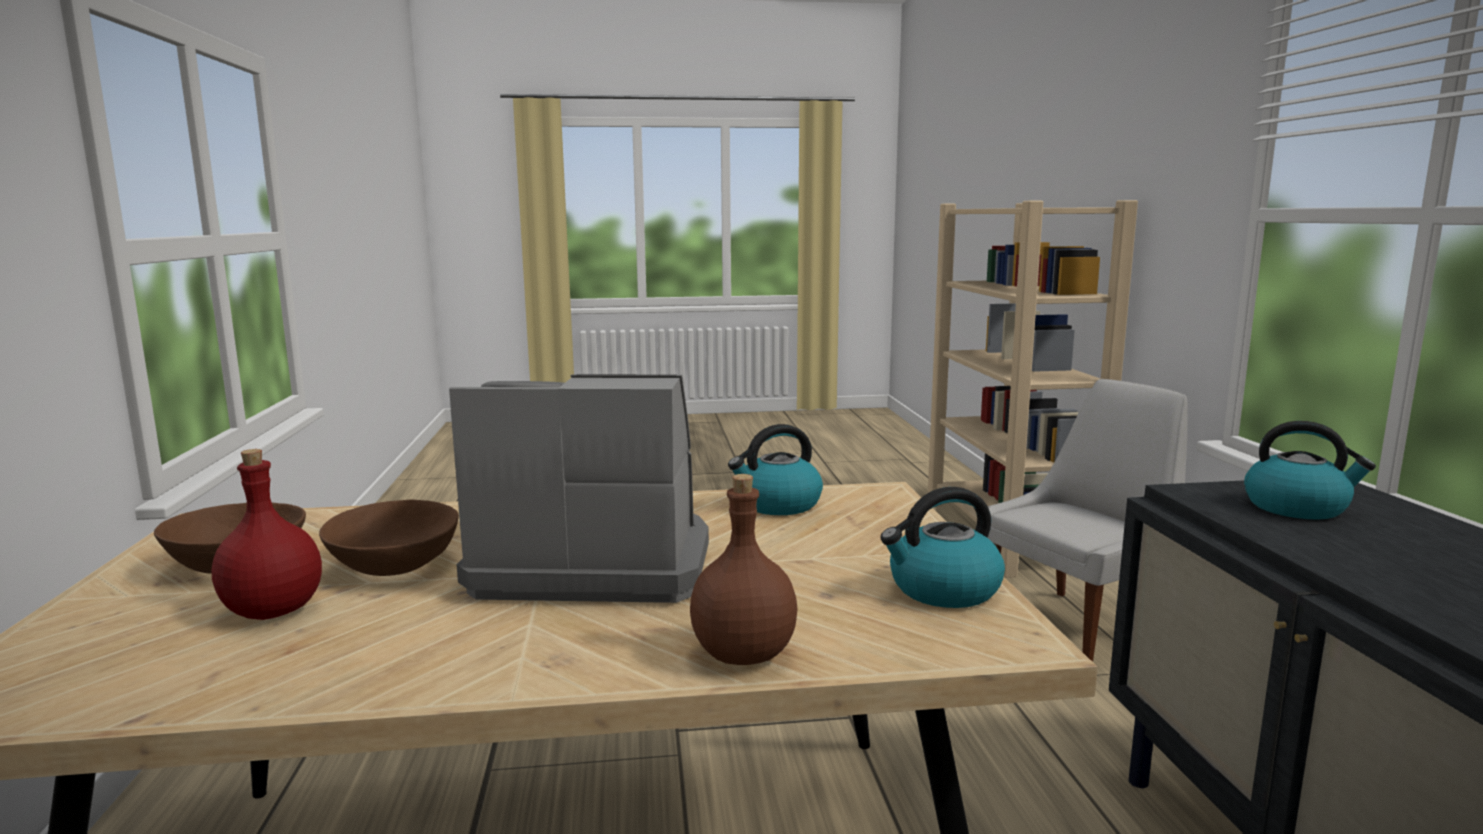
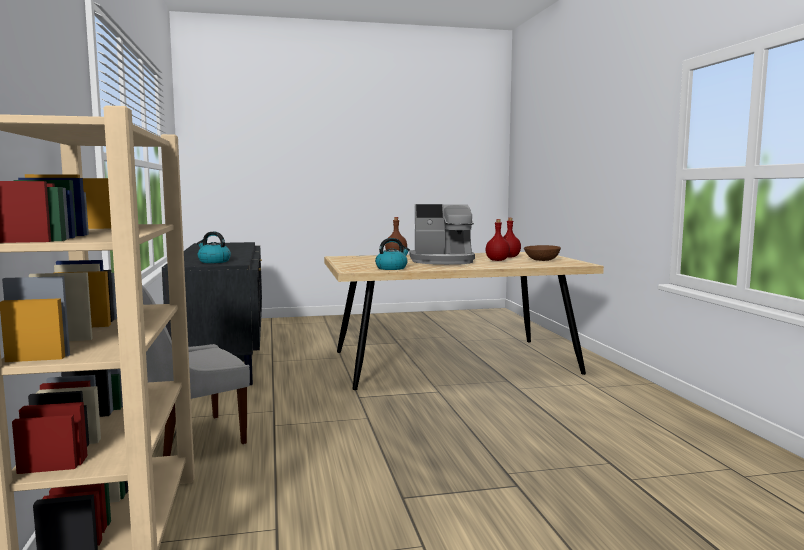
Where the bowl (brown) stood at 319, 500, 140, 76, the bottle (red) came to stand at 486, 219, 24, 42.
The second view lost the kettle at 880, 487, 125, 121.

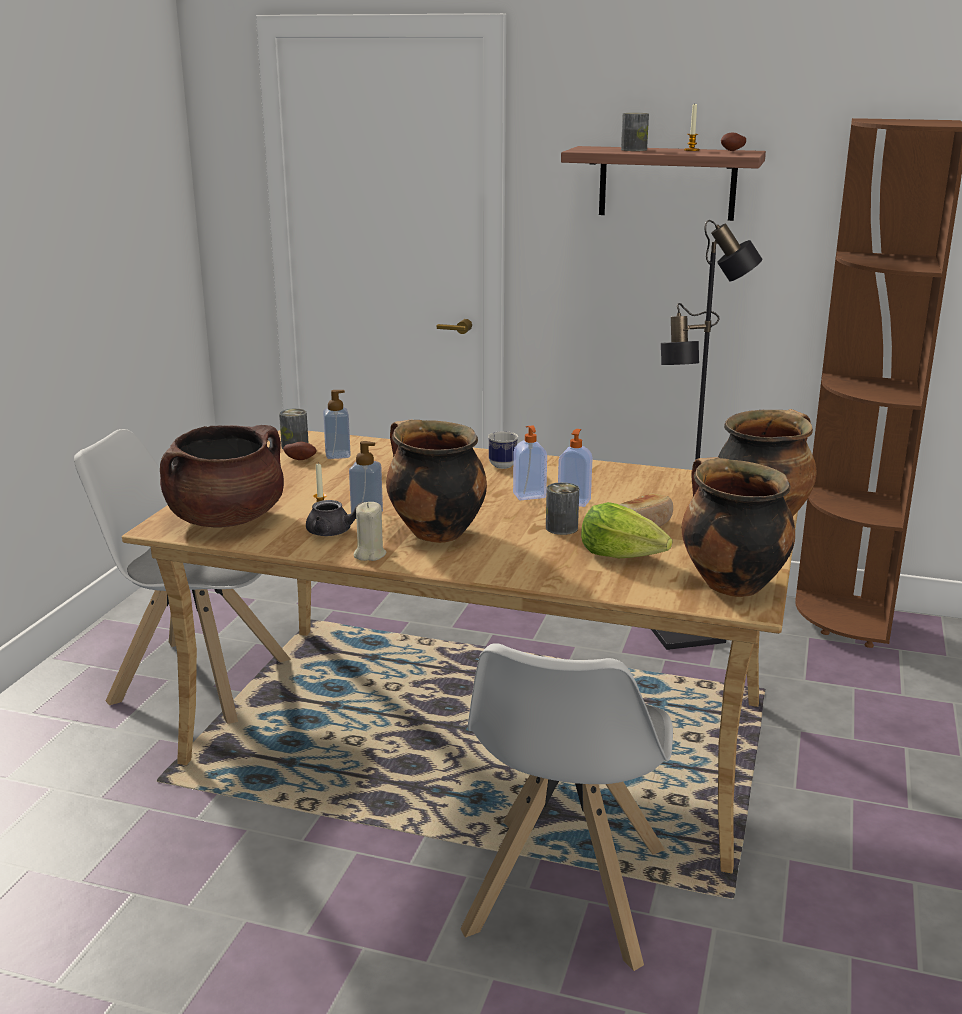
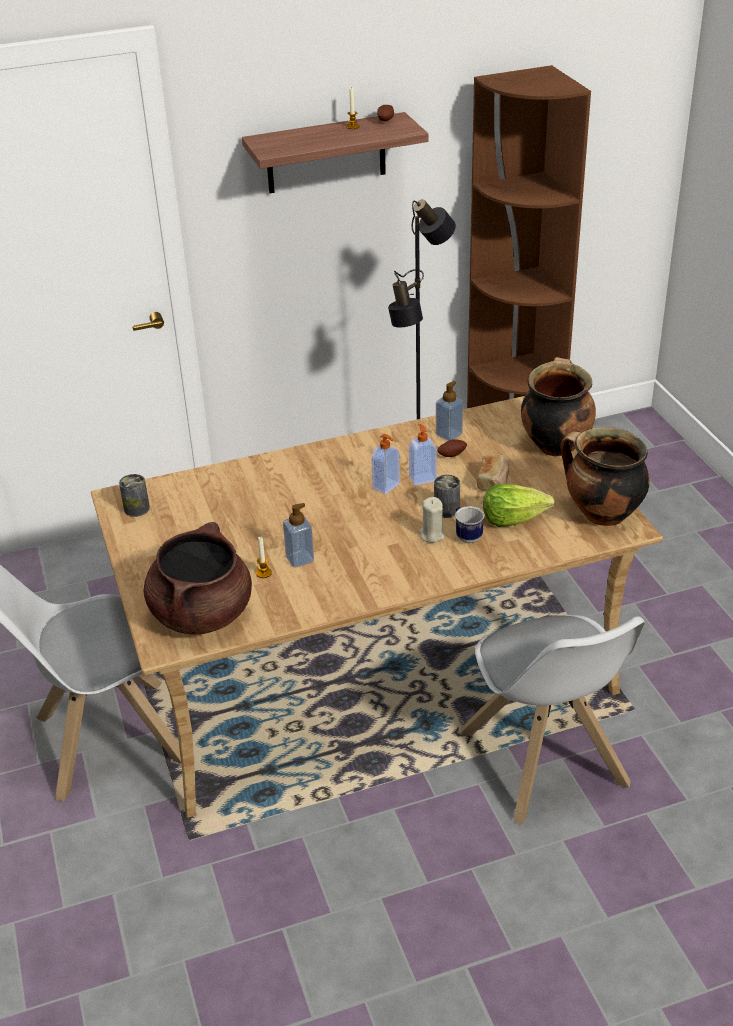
The candle (beige) ended up elsewhere, having gone from 354, 502, 32, 59 to 419, 497, 26, 46.
The soap dispenser ended up elsewhere, having gone from 323, 390, 28, 69 to 436, 381, 27, 60.
The potato ended up elsewhere, having gone from 283, 441, 34, 19 to 437, 440, 30, 17.
The mug ended up elsewhere, having gone from 488, 431, 30, 38 to 455, 506, 29, 37.
The second view lost the teapot (grey) at 306, 500, 58, 36.
The second view lost the cooking pot at 386, 420, 101, 123.
The second view lost the can at 621, 113, 28, 38.

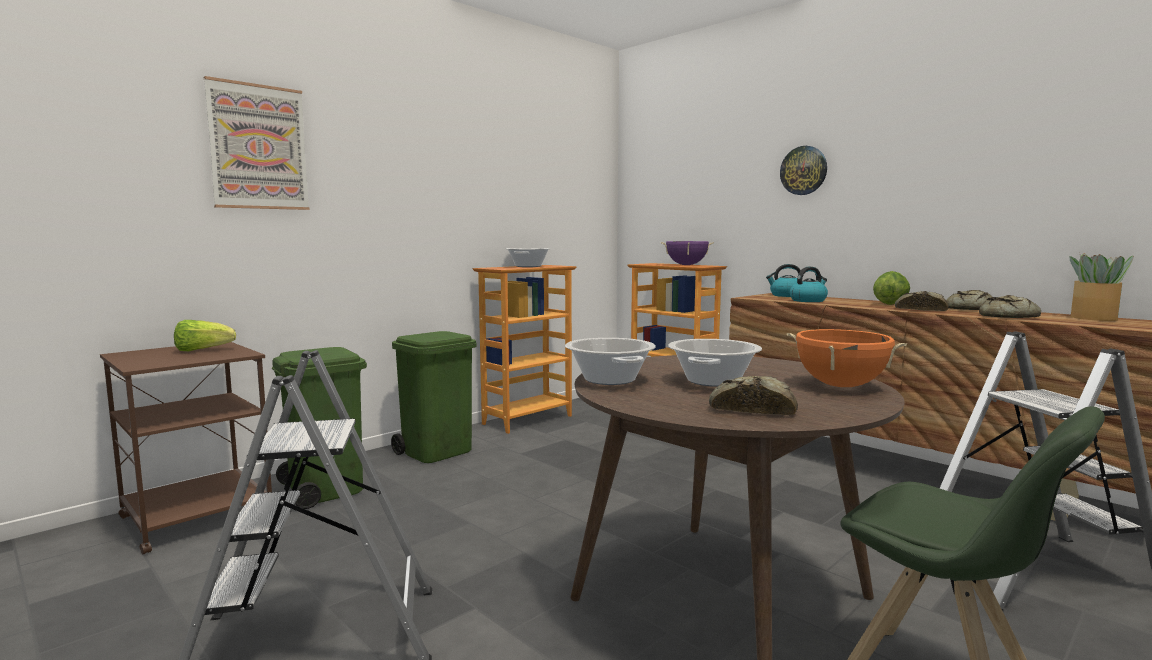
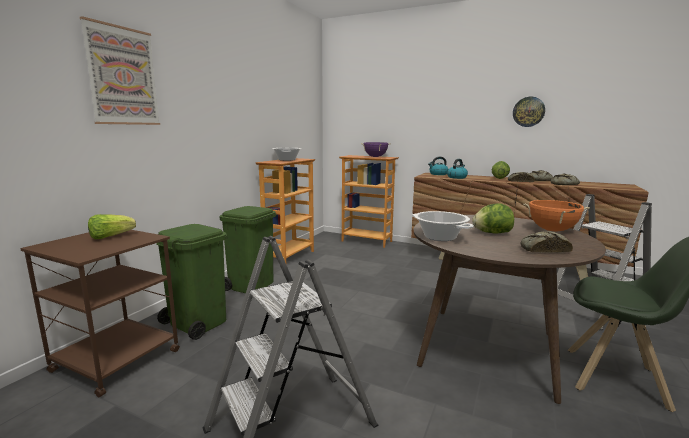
Where the cooking pot stood at 668, 339, 94, 48, the lettuce came to stand at 472, 203, 42, 30.
The wall clock ended up elsewhere, having gone from 780, 146, 47, 49 to 513, 97, 32, 30.
The second view lost the potted plant at 1069, 253, 65, 68.

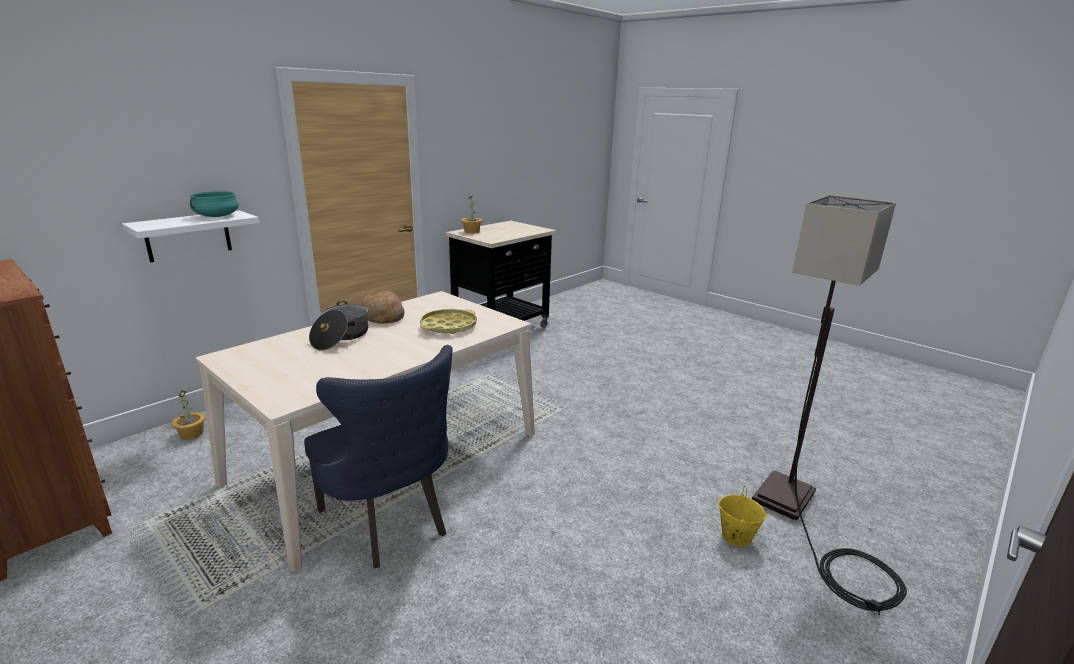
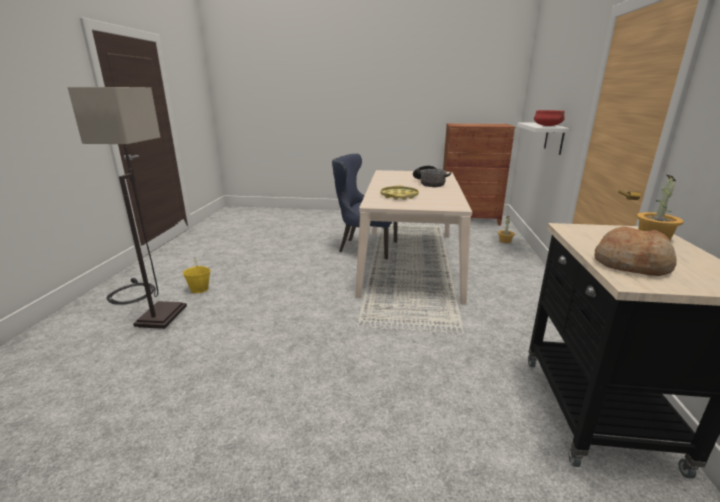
What was the cooking pot (turquoise) at 190, 191, 49, 26 turned into the cooking pot (red) at 534, 110, 31, 16.
The bread ended up elsewhere, having gone from 361, 291, 44, 33 to 594, 226, 83, 50.

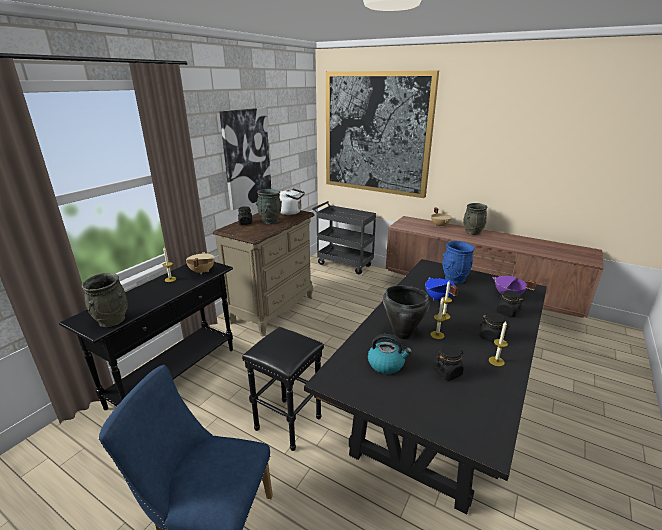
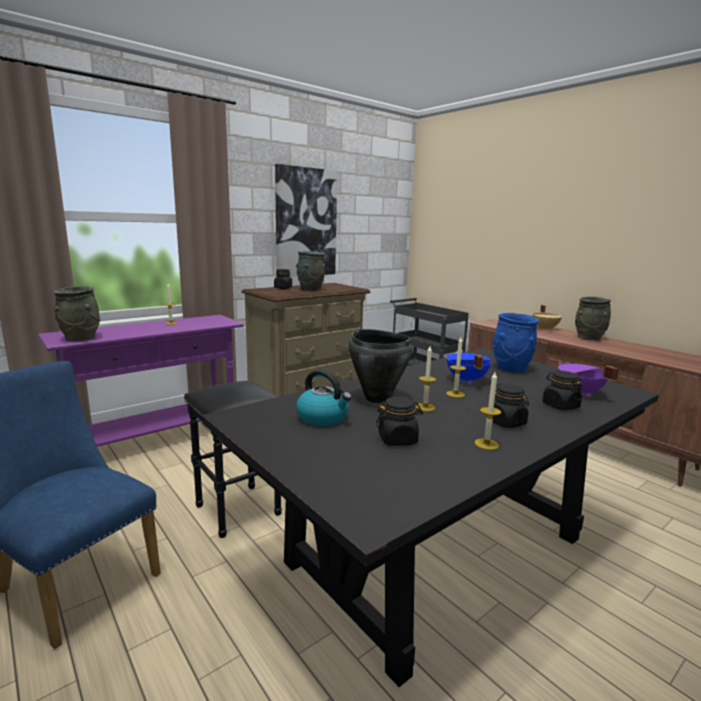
What was the console table (black) at 59, 262, 174, 148 turned into the console table (purple) at 38, 315, 206, 132.
The second view lost the cooking pot (beige) at 186, 252, 29, 22.
The second view lost the kettle (white) at 279, 188, 26, 27.
The second view lost the picture at 326, 71, 113, 127.

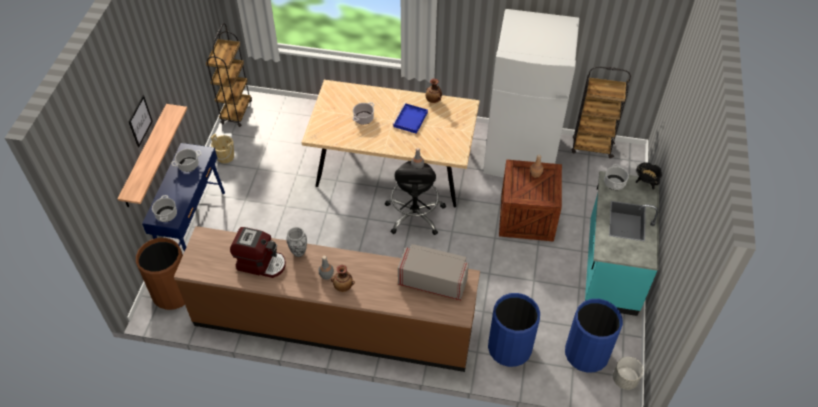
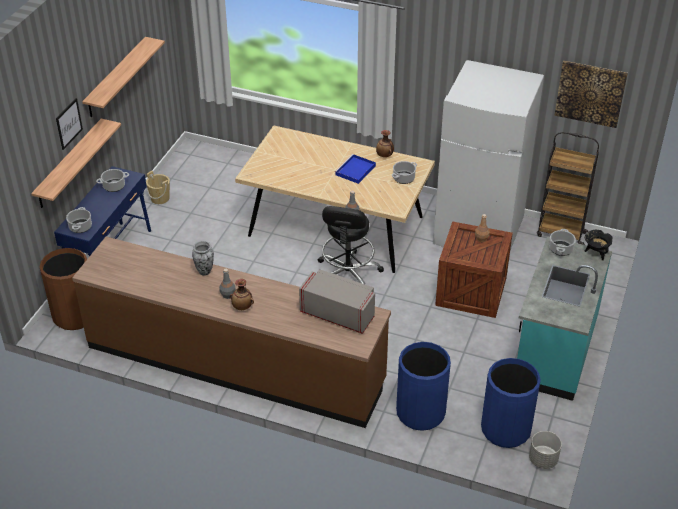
The second view gained the shelf at 82, 37, 83, 80.
The cooking pot ended up elsewhere, having gone from 353, 102, 21, 23 to 392, 161, 25, 23.
The second view gained the picture at 554, 61, 74, 67.
The second view lost the cart (brown) at 206, 23, 46, 104.
The second view lost the coffee machine at 230, 227, 56, 51.

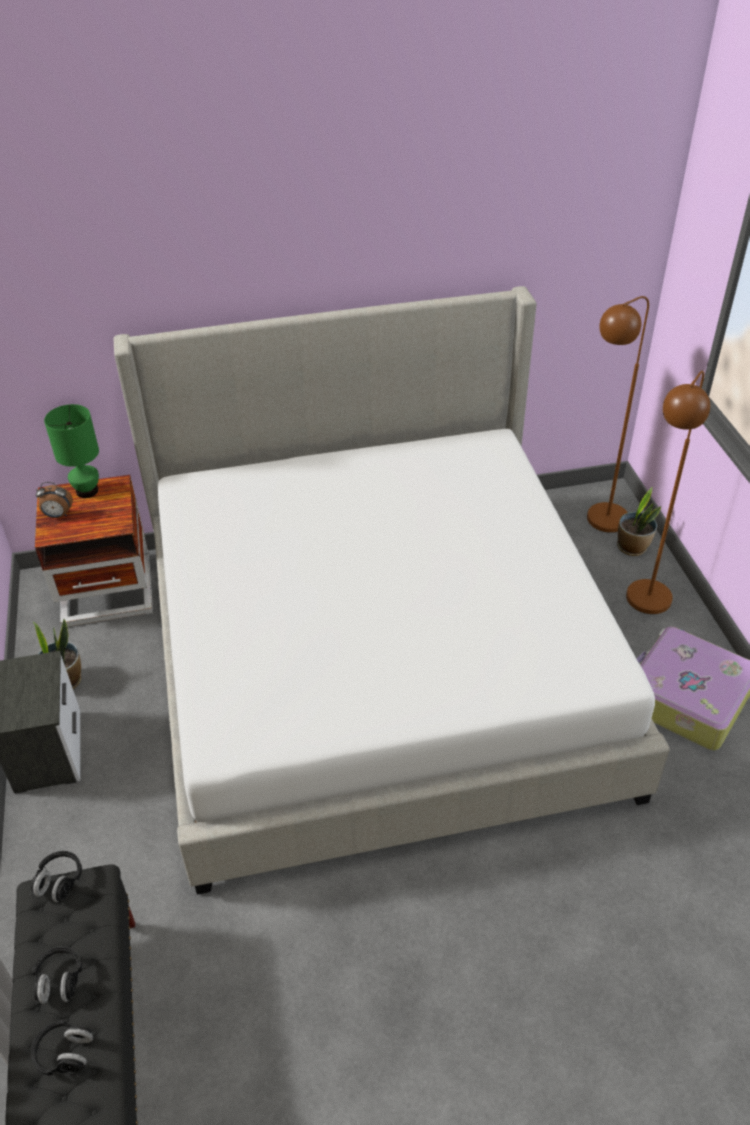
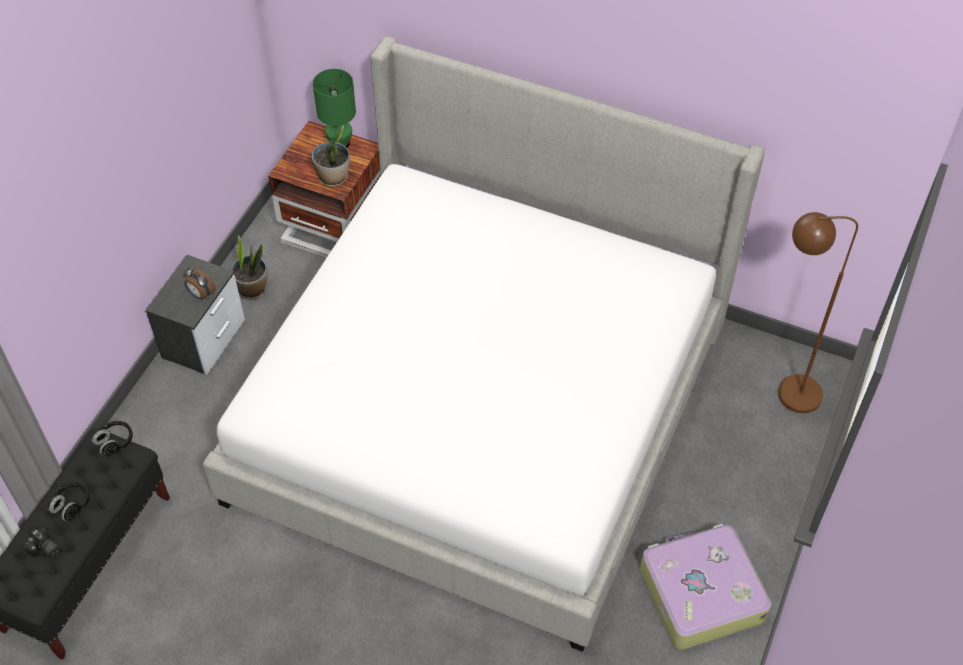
Where the headphones (black) stood at 31, 1020, 62, 56, the photo camera came to stand at 23, 528, 38, 30.
The alarm clock ended up elsewhere, having gone from 36, 482, 37, 36 to 183, 268, 33, 32.
The potted plant ended up elsewhere, having gone from 617, 487, 44, 69 to 312, 125, 38, 62.
The second view lost the floor lamp (brown) at 626, 371, 84, 243.

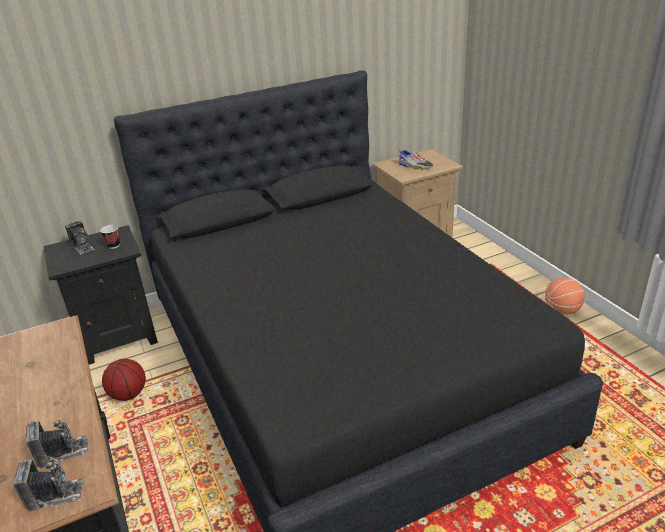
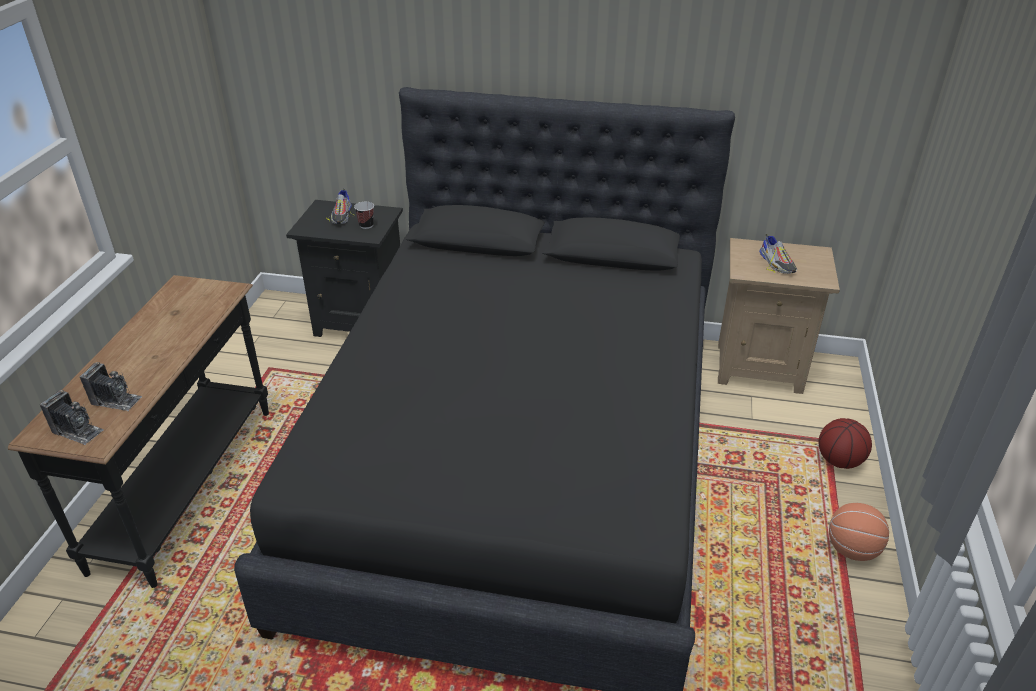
Where the photo camera stood at 65, 221, 30, 34, the shoe came to stand at 326, 188, 29, 36.
The basketball ended up elsewhere, having gone from 102, 359, 44, 42 to 818, 418, 54, 51.

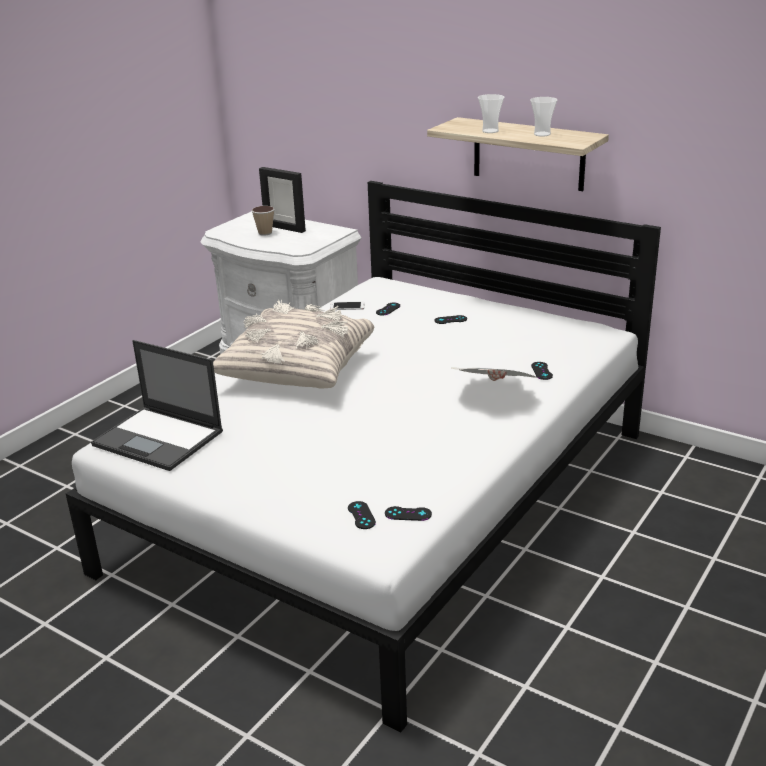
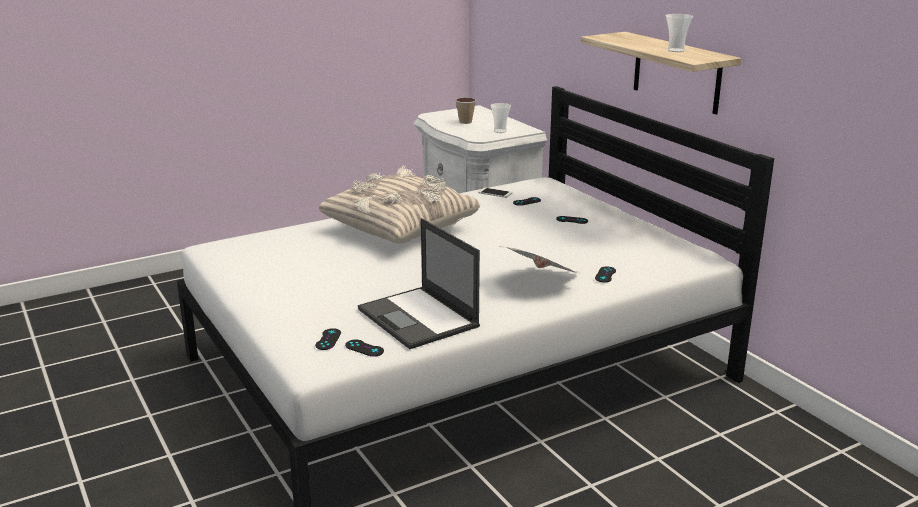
The laptop ended up elsewhere, having gone from 91, 340, 132, 131 to 358, 218, 122, 131.
The cup ended up elsewhere, having gone from 478, 94, 26, 39 to 490, 103, 21, 30.
The second view lost the picture frame at 259, 167, 47, 66.

